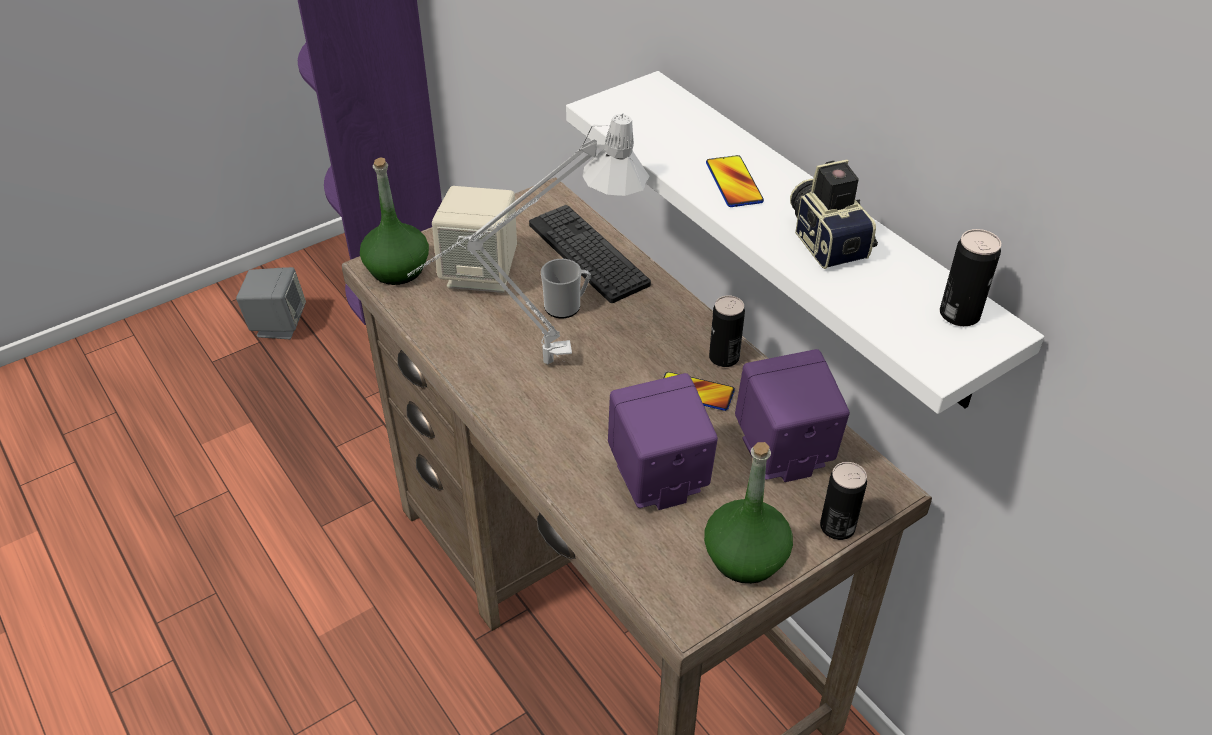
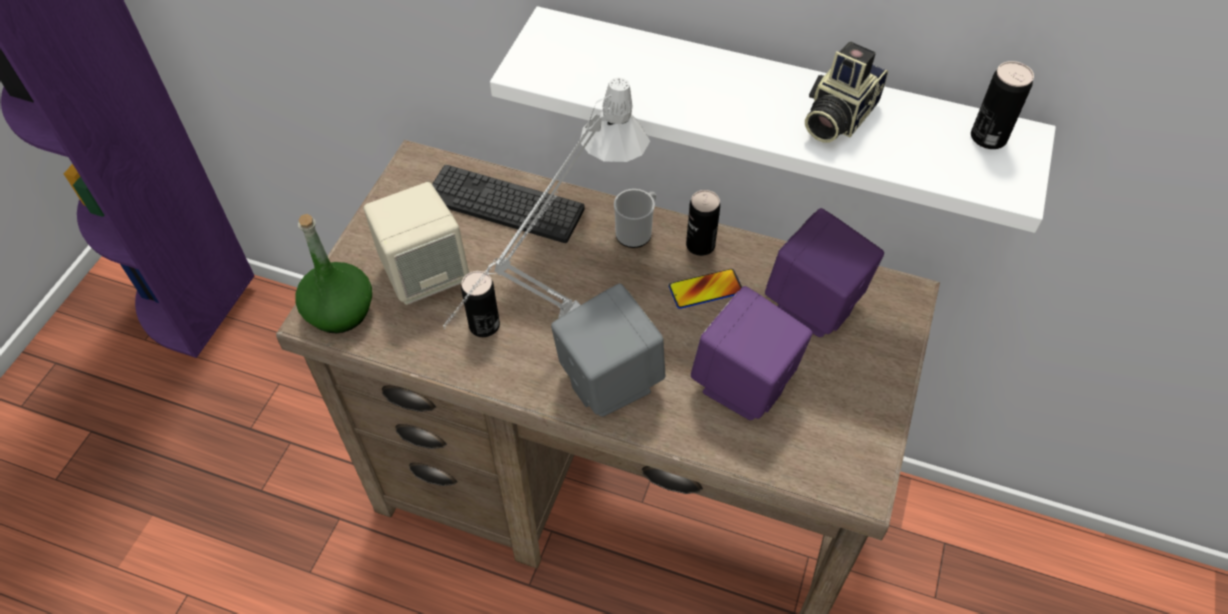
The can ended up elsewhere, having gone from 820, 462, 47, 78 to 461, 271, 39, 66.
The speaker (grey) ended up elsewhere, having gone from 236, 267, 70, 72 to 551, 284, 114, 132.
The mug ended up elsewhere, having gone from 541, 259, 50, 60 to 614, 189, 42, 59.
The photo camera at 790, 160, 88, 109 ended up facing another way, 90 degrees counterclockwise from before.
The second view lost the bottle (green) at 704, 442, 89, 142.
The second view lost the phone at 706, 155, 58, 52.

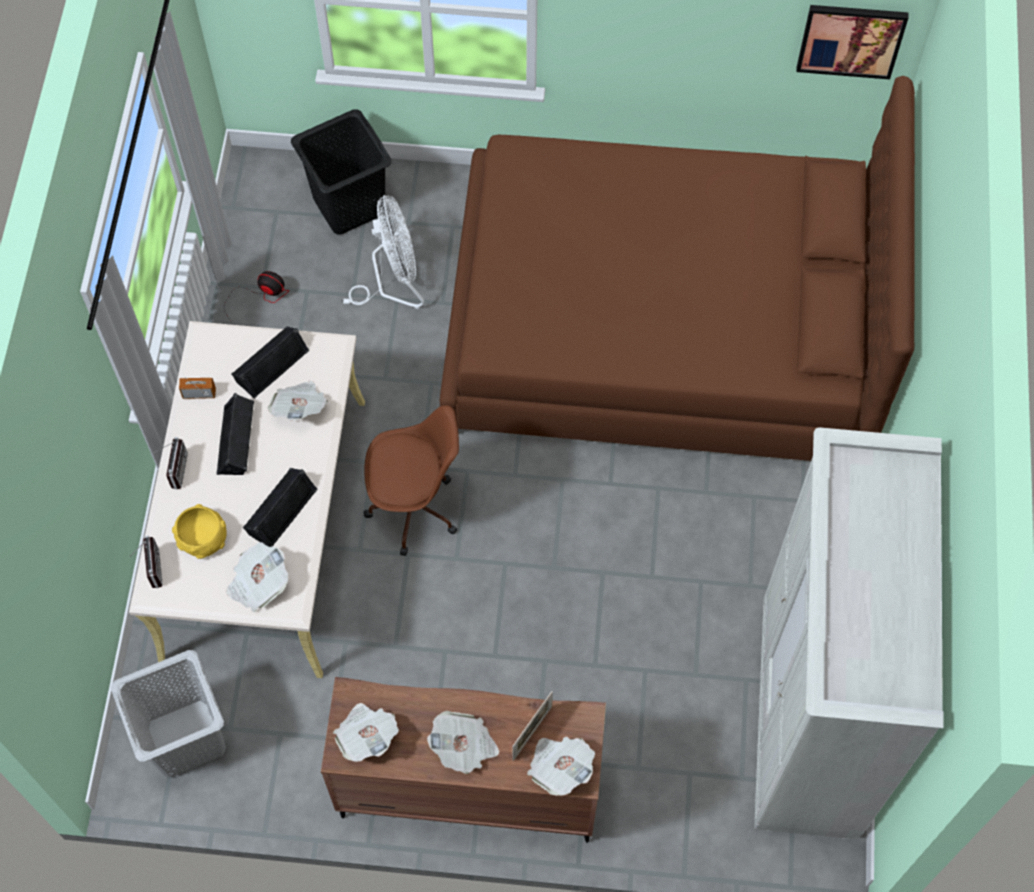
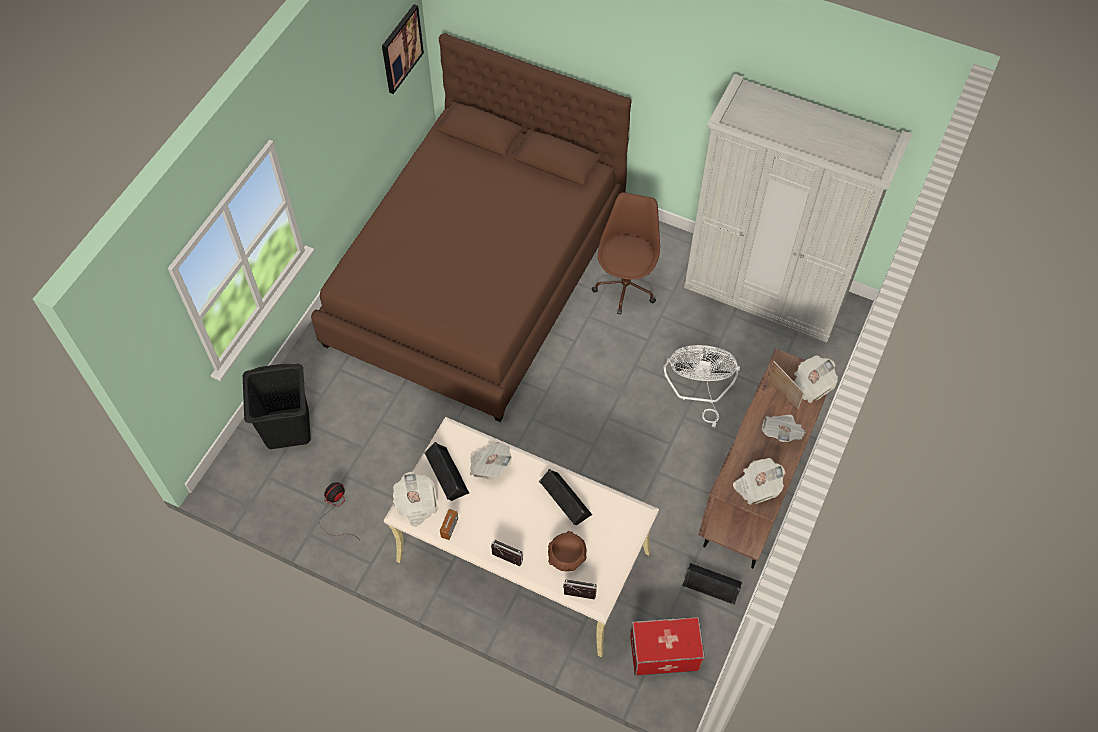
The newspaper ended up elsewhere, having gone from 226, 542, 62, 70 to 393, 472, 44, 55.
What was the bowl (yellow) at 172, 504, 55, 55 turned into the bowl (brown) at 548, 531, 39, 40.
The office chair (brown) ended up elsewhere, having gone from 364, 405, 95, 151 to 592, 192, 68, 123.
Where the laundry basket (grey) stood at 111, 650, 115, 127, the storage box came to stand at 630, 617, 75, 58.
The fan (white) ended up elsewhere, having gone from 341, 195, 83, 115 to 664, 345, 76, 83.
The speaker (black) ended up elsewhere, having gone from 216, 393, 38, 82 to 682, 563, 60, 42.

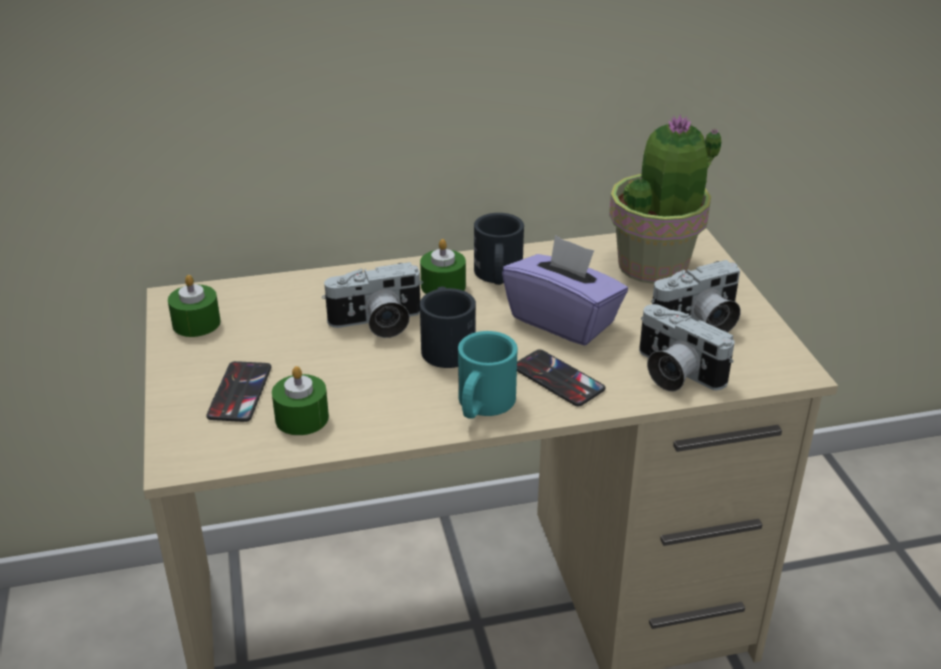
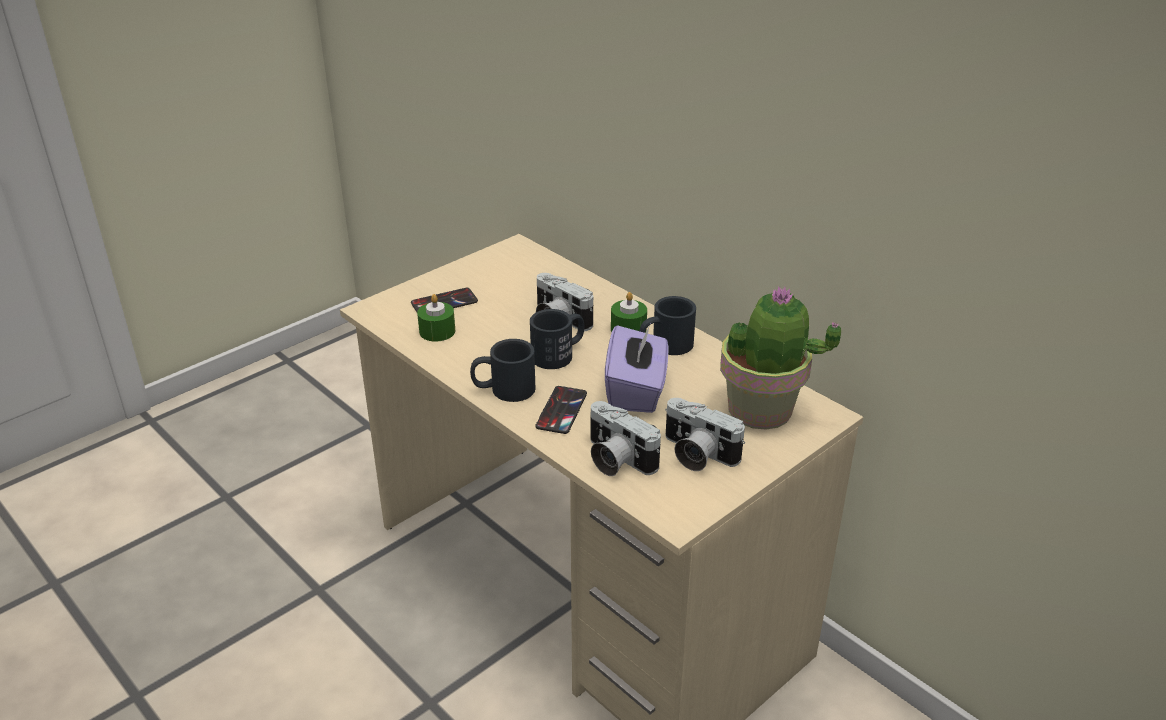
What was the mug (turquoise) at 458, 331, 60, 88 turned into the mug (black) at 470, 339, 65, 63.
The photo camera at 639, 304, 96, 87 ended up facing another way, 60 degrees counterclockwise from before.
The second view lost the candle (green) at 168, 275, 53, 62.

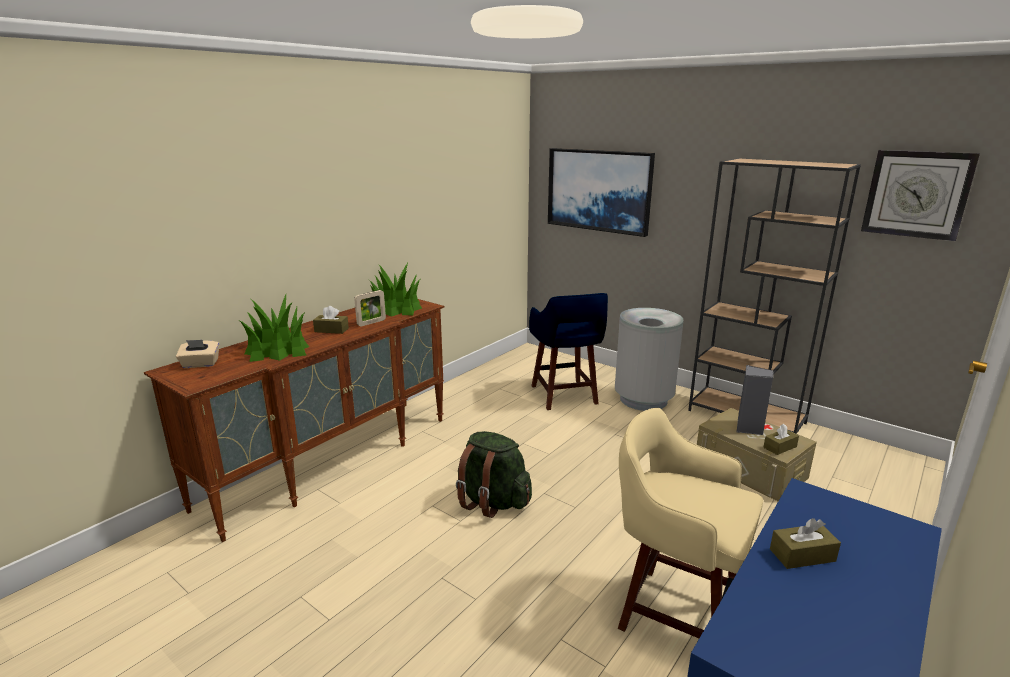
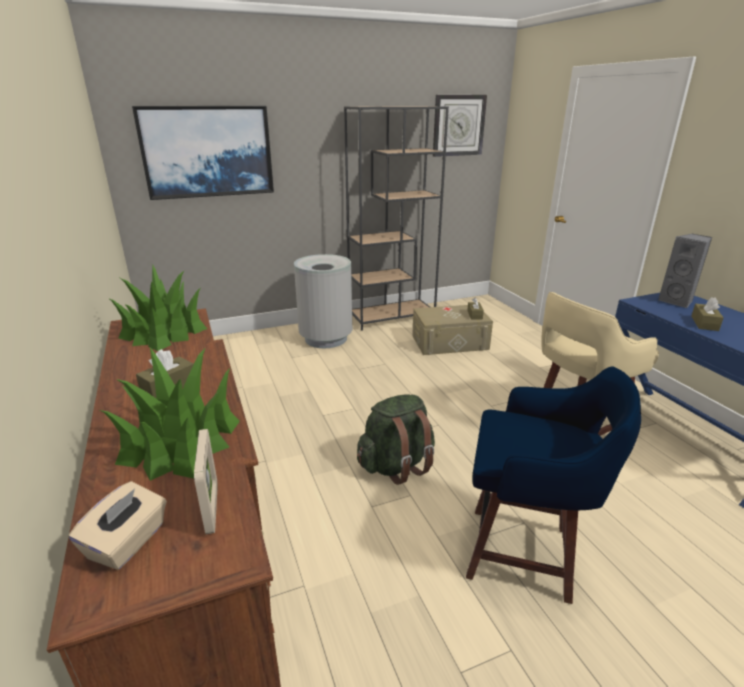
The picture frame ended up elsewhere, having gone from 354, 290, 32, 36 to 194, 429, 24, 105.
The stool (blue) ended up elsewhere, having gone from 529, 293, 79, 117 to 466, 366, 175, 238.
The speaker (grey) ended up elsewhere, having gone from 736, 365, 37, 70 to 658, 234, 54, 74.

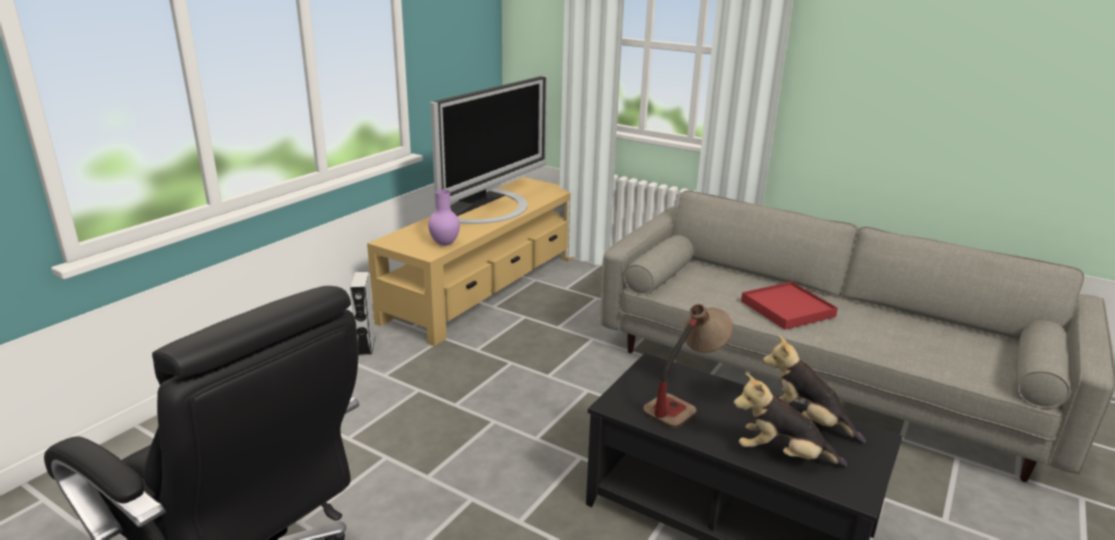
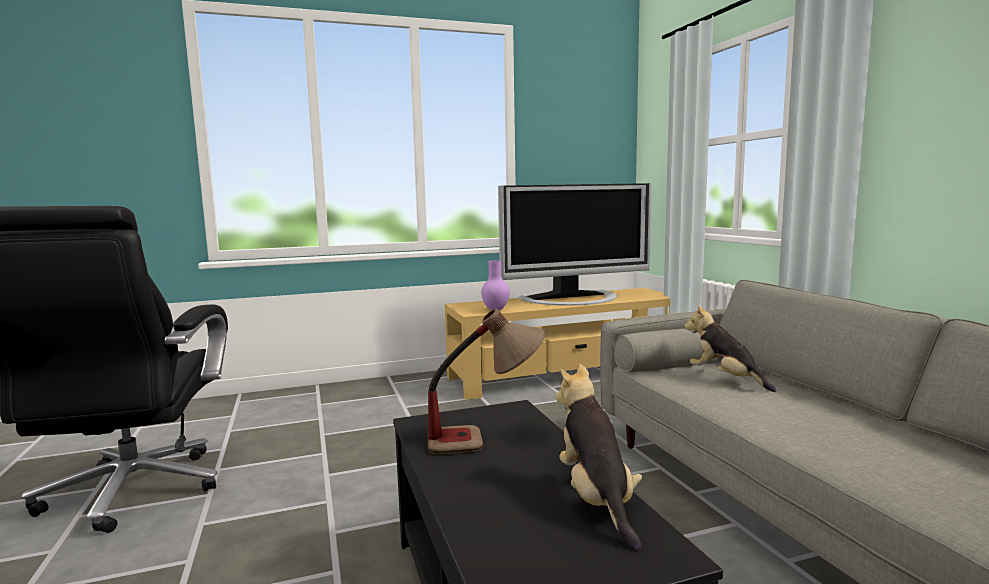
The plush toy ended up elsewhere, having gone from 733, 373, 114, 94 to 684, 305, 93, 87.
The second view lost the speaker (grey) at 350, 272, 25, 83.
The second view lost the tray (red) at 741, 282, 97, 48.

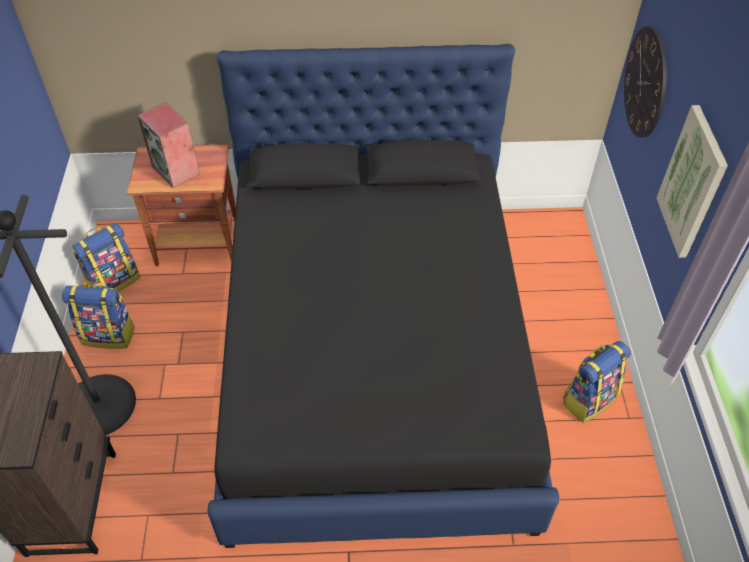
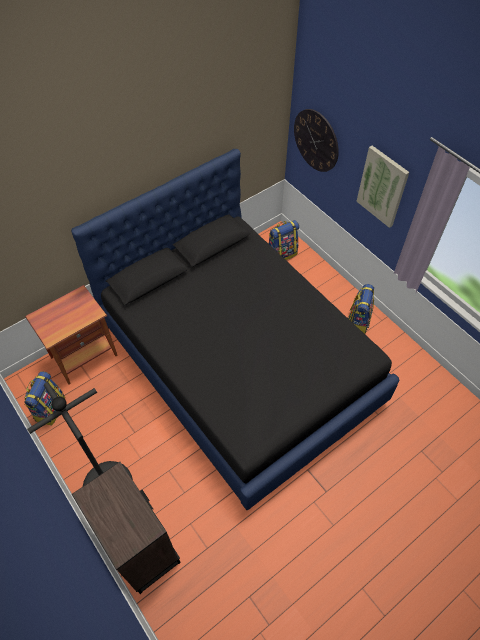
The backpack ended up elsewhere, having gone from 62, 282, 73, 67 to 269, 220, 30, 40.
The second view lost the speaker at 137, 102, 63, 86.

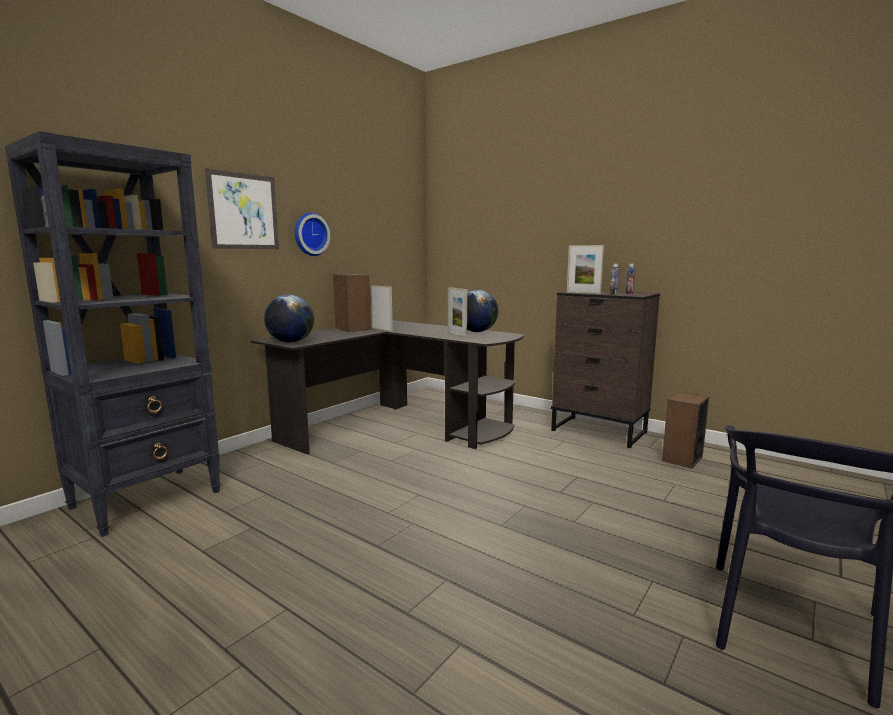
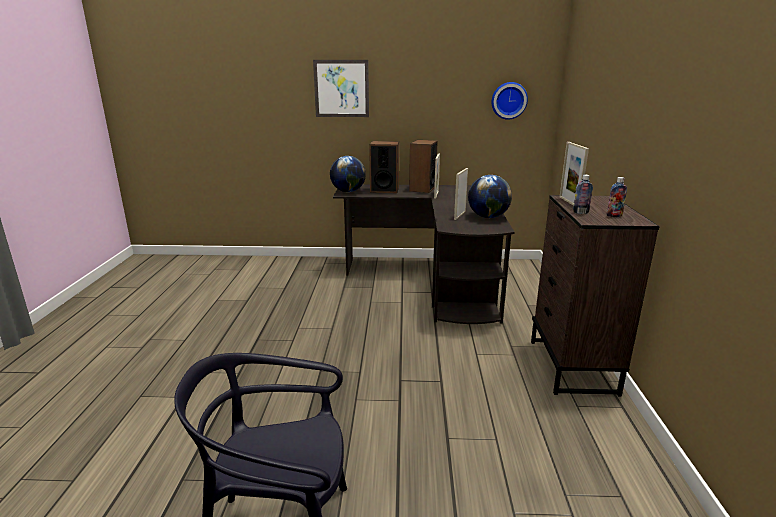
The speaker ended up elsewhere, having gone from 662, 392, 47, 77 to 369, 141, 30, 52.
The wall clock ended up elsewhere, having gone from 295, 212, 35, 44 to 491, 82, 37, 38.
The second view lost the bookcase (black) at 5, 131, 216, 406.

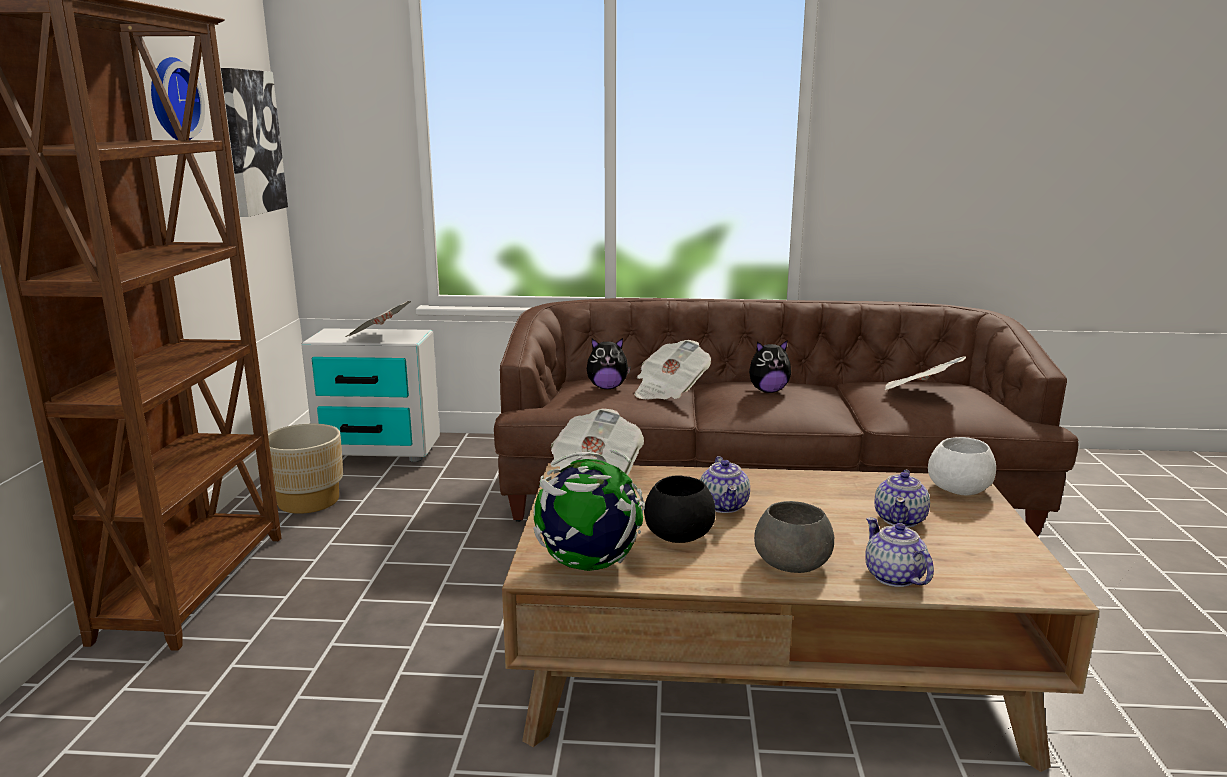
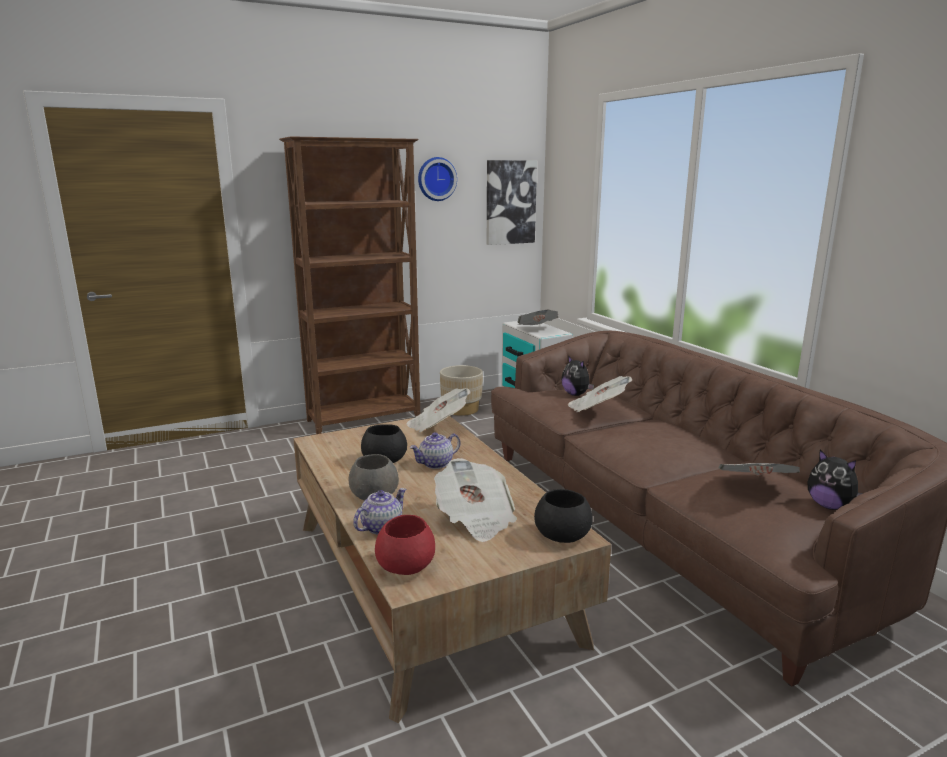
The second view gained the bowl (red) at 375, 515, 60, 60.
Where the teapot stood at 875, 469, 55, 58, the newspaper came to stand at 434, 458, 83, 84.
What was the bowl (white) at 928, 437, 68, 58 turned into the bowl (black) at 534, 489, 59, 54.
The plush toy ended up elsewhere, having gone from 749, 341, 42, 52 to 807, 450, 56, 60.
The second view lost the globe at 533, 450, 112, 121.

